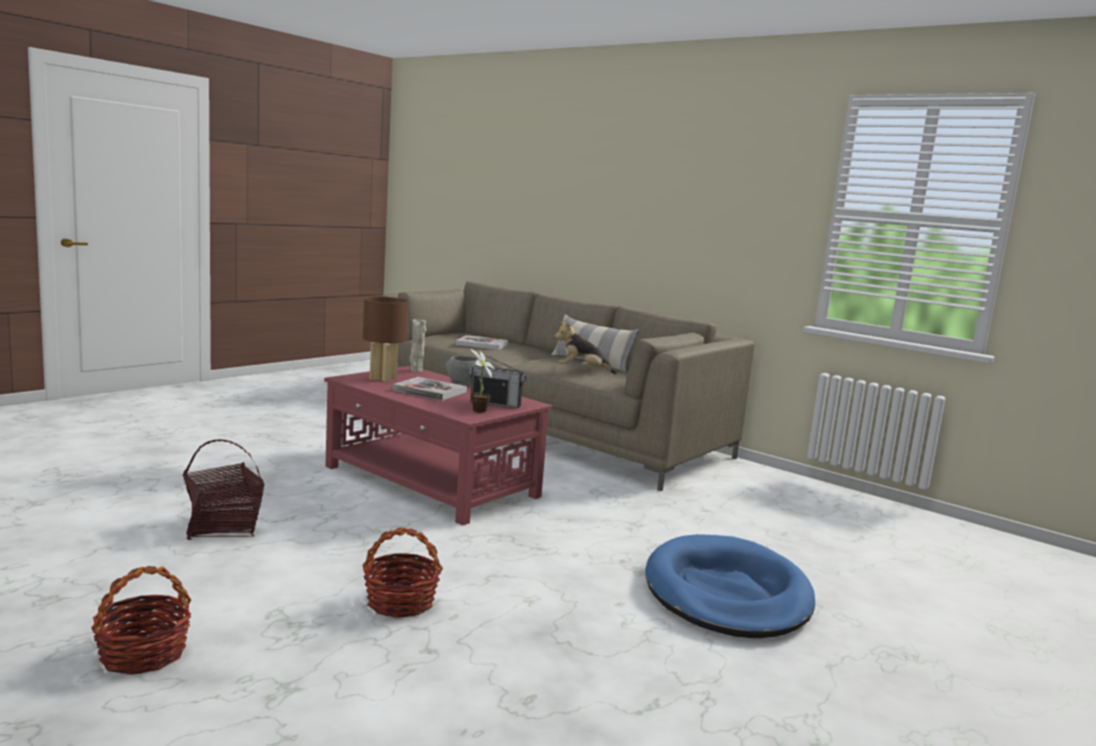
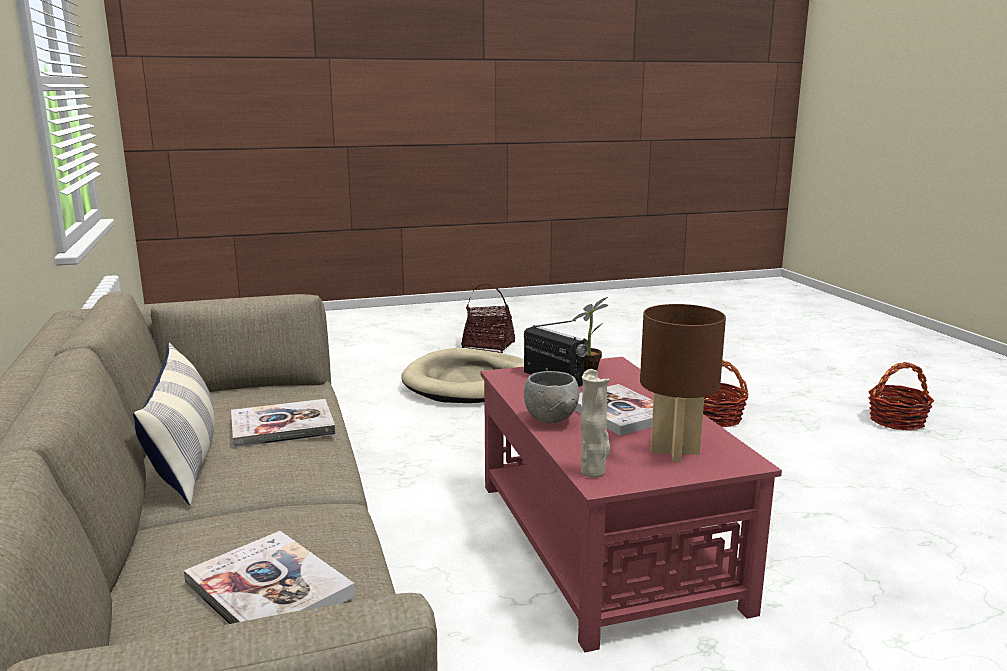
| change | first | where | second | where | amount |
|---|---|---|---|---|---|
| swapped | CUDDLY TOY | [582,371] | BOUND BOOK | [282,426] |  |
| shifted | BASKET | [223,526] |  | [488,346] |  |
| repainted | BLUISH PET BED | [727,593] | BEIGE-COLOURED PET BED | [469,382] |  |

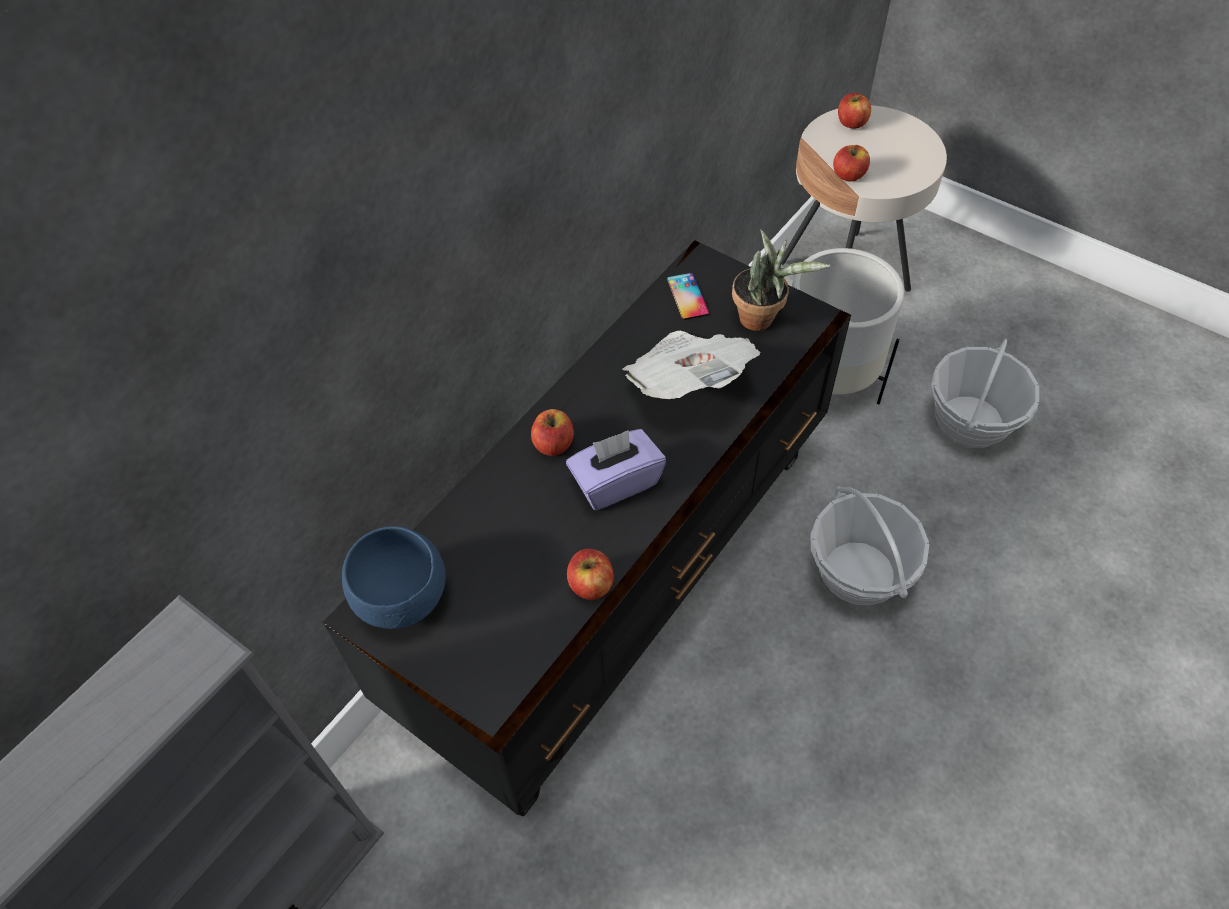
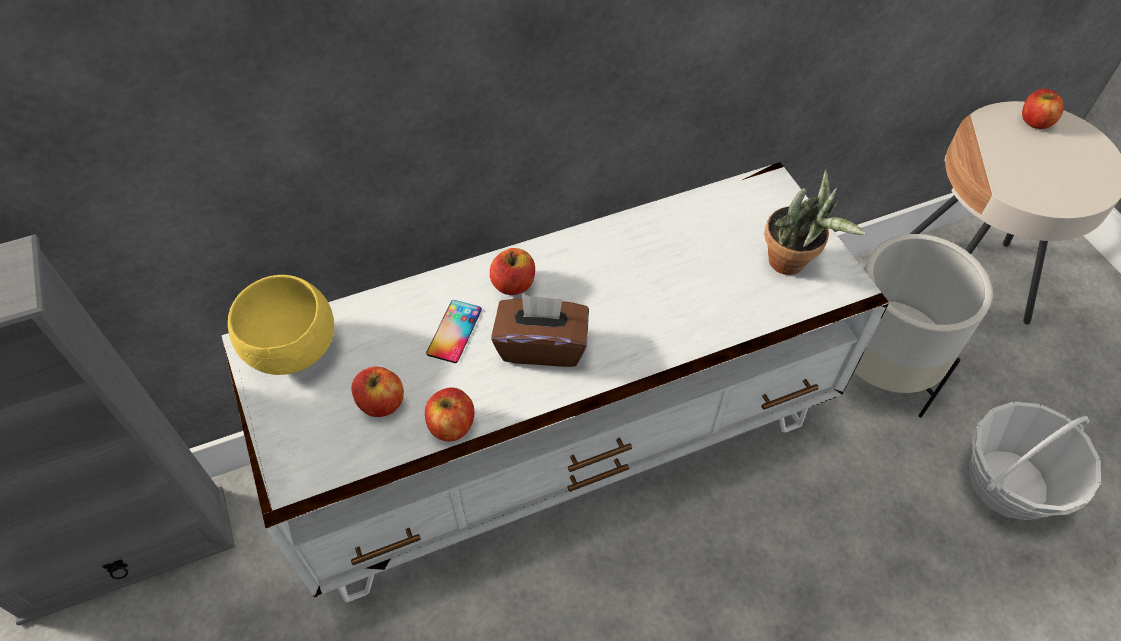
| change | first | where | second | where | amount |
|---|---|---|---|---|---|
| shifted | WHOLE APPLE | [849,175] |  | [381,403] |  |
| repainted | BLACK TV STAND | [619,580] | WHITISH TV STAND | [561,448] |  |
| shifted | PHONE | [687,296] |  | [454,331] |  |
| gone | PRINTED PAPER | [687,383] |  |  |  |
| repainted | PURPLISH TISSUE HOLDER | [615,482] | BROWN TISSUE HOLDER | [542,346] |  |
| gone | BASKET | [858,573] |  |  |  |
| repainted | BLUISH DEEP DISH | [405,598] | YELLOW-COLOURED DEEP DISH | [295,350] |  |

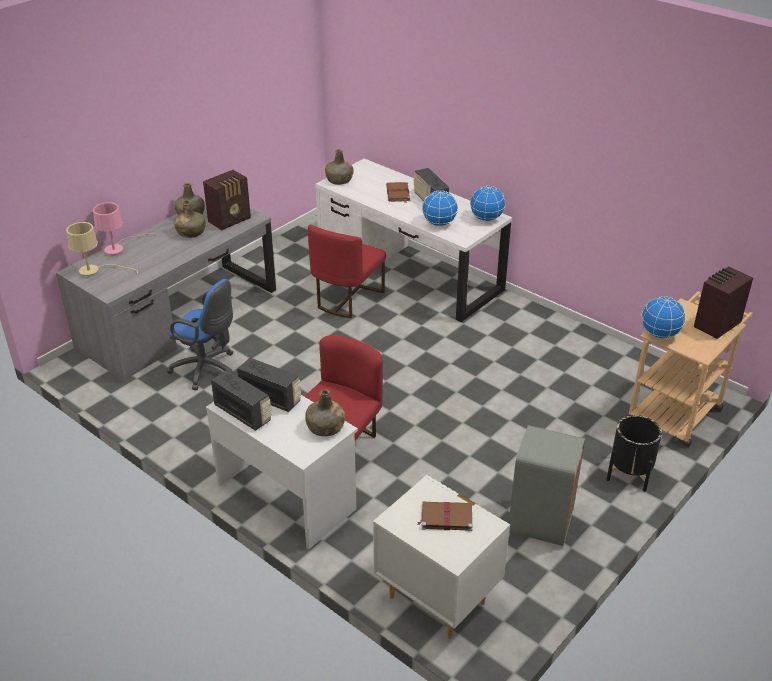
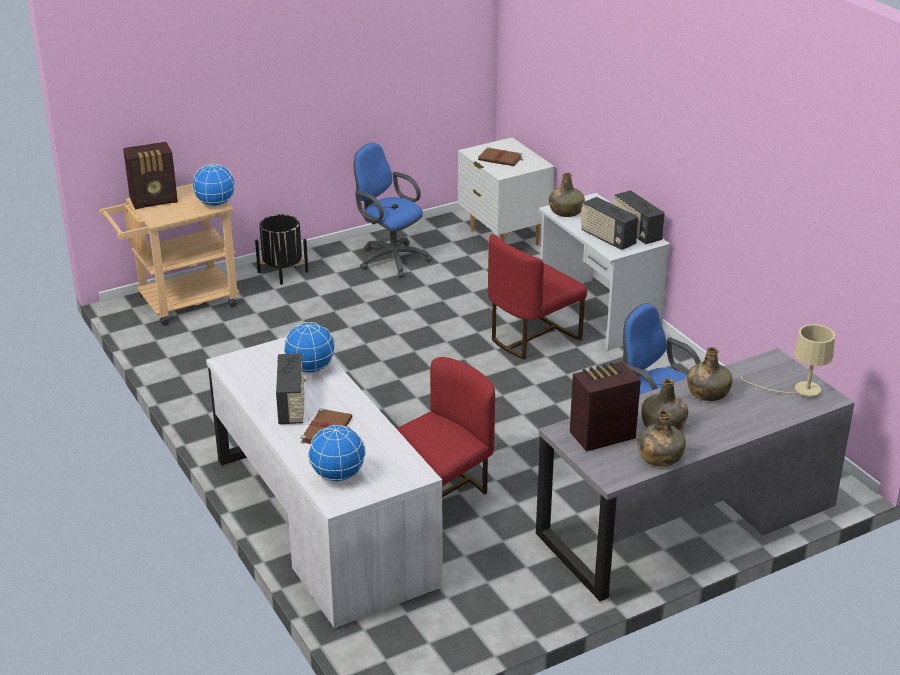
| change | first | where | second | where | amount |
|---|---|---|---|---|---|
| shifted | GREEN-COLOURED BOTTLE | [339,180] |  | [707,393] |  |
| shifted | DESK GLOBE | [486,219] |  | [337,476] |  |
| gone | PINK-COLOURED TABLETOP LAMP | [118,249] |  |  |  |
| swapped | GRAY WASTE BIN | [540,523] | BLUISH COMPUTER CHAIR | [390,258] |  |

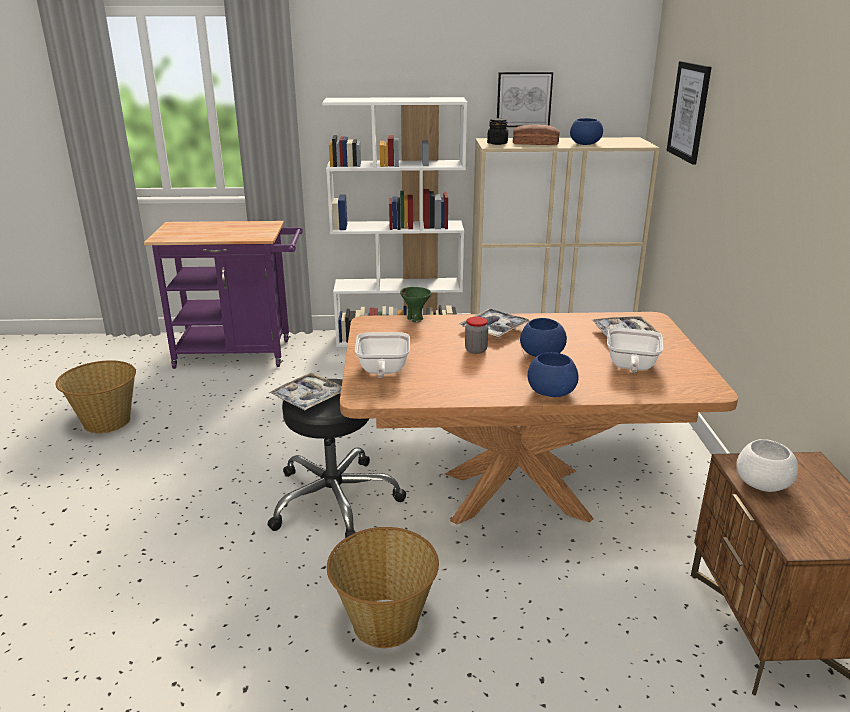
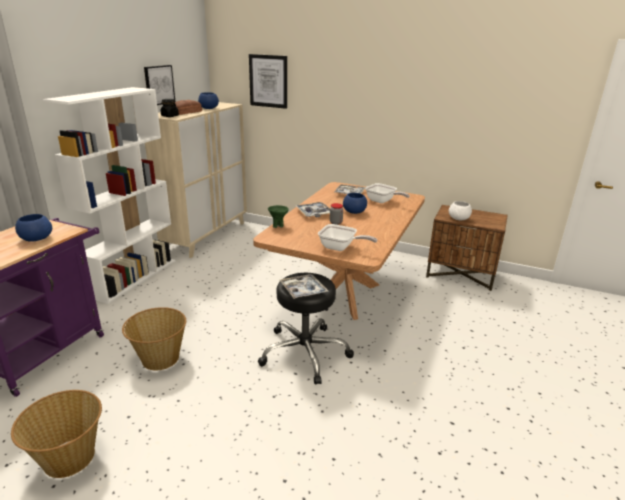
| change | first | where | second | where | amount |
|---|---|---|---|---|---|
| shifted | BLUISH DEEP DISH | [551,392] |  | [36,239] |  |
| shifted | BASKET | [384,621] |  | [159,358] |  |

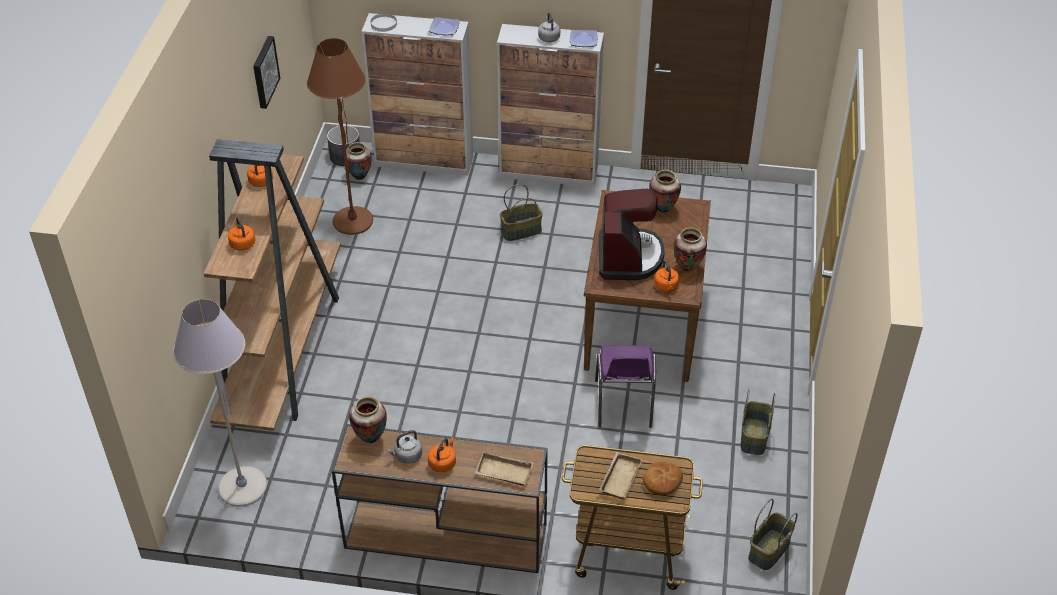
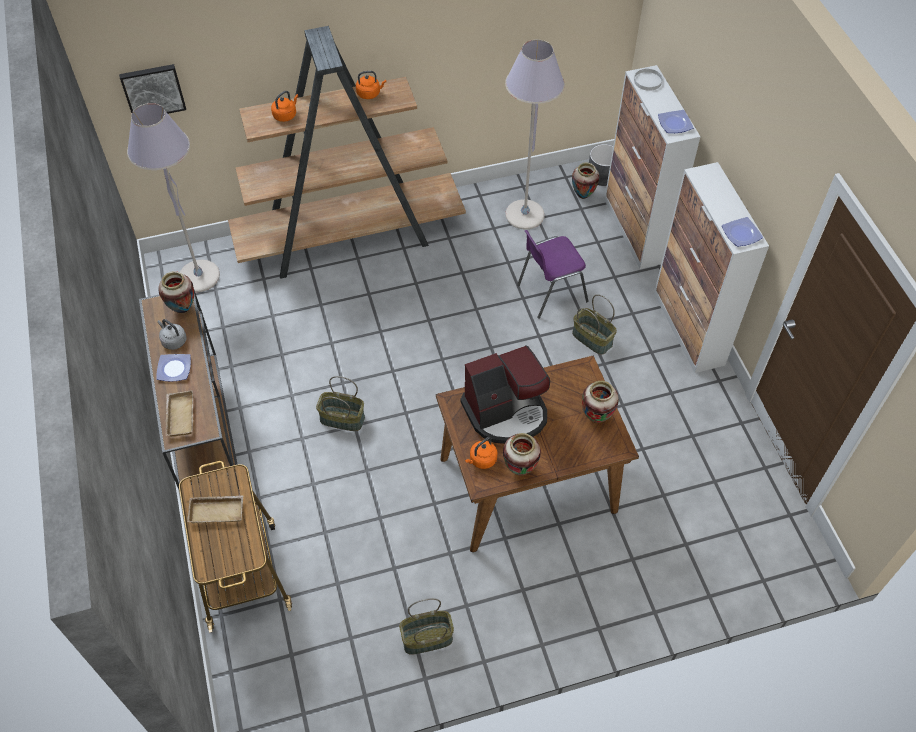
| change | first | where | second | where | amount |
|---|---|---|---|---|---|
| gone | GRAY TEA KETTLE | [548,37] |  |  |  |
| shifted | WALL ART | [264,72] |  | [153,90] |  |
| repainted | BROWN STANDING LAMP | [352,221] | GRAY STANDING LAMP | [524,215] |  |
| shifted | PURPLISH PLAIN CHAIR | [623,405] |  | [550,293] |  |
| swapped | ORANGEY TEA KETTLE | [443,462] | FLAT DISH | [175,368] |  |
| gone | BAKERY BREAD | [661,482] |  |  |  |
| shifted | BASKET | [769,550] |  | [341,419] |  |

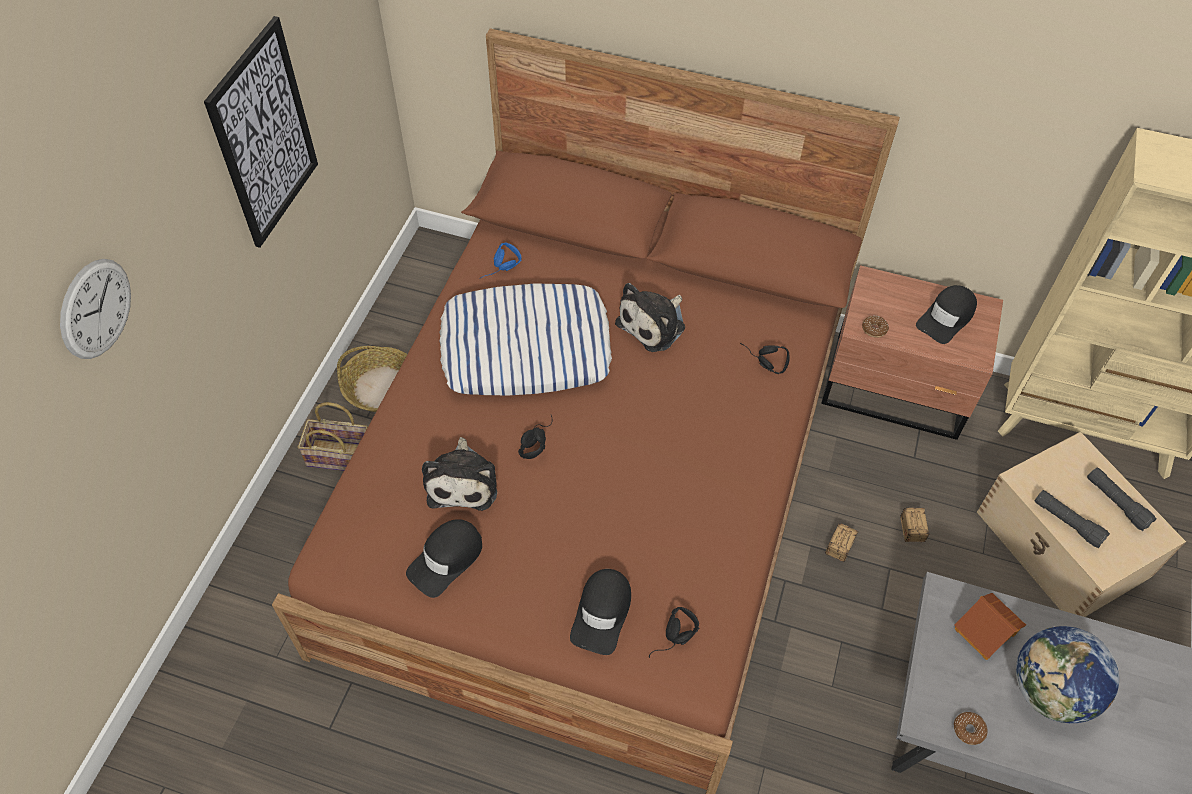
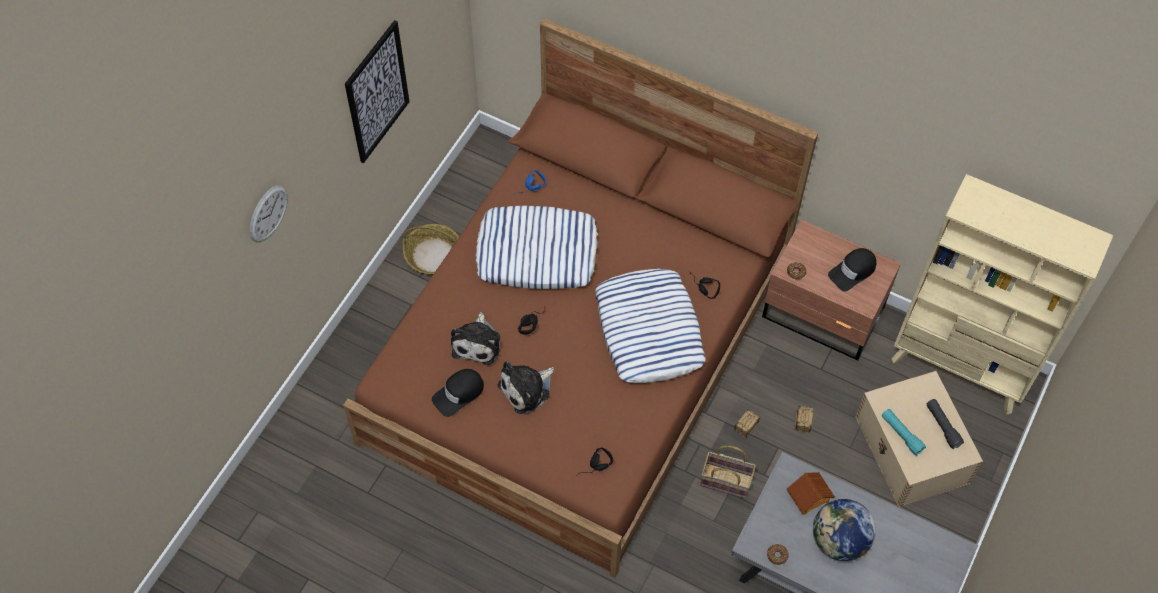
| change | first | where | second | where | amount |
|---|---|---|---|---|---|
| shifted | CUDDLY TOY | [654,324] |  | [527,389] |  |
| shifted | BASKET | [341,455] |  | [727,480] |  |
| repainted | BLACK HAND TORCH | [1067,522] | TURQUOISE HAND TORCH | [901,434] |  |
| gone | BLACK BASEBALL CAP | [602,613] |  |  |  |
| new |  |  | THROW PILLOW | [649,331] |  |

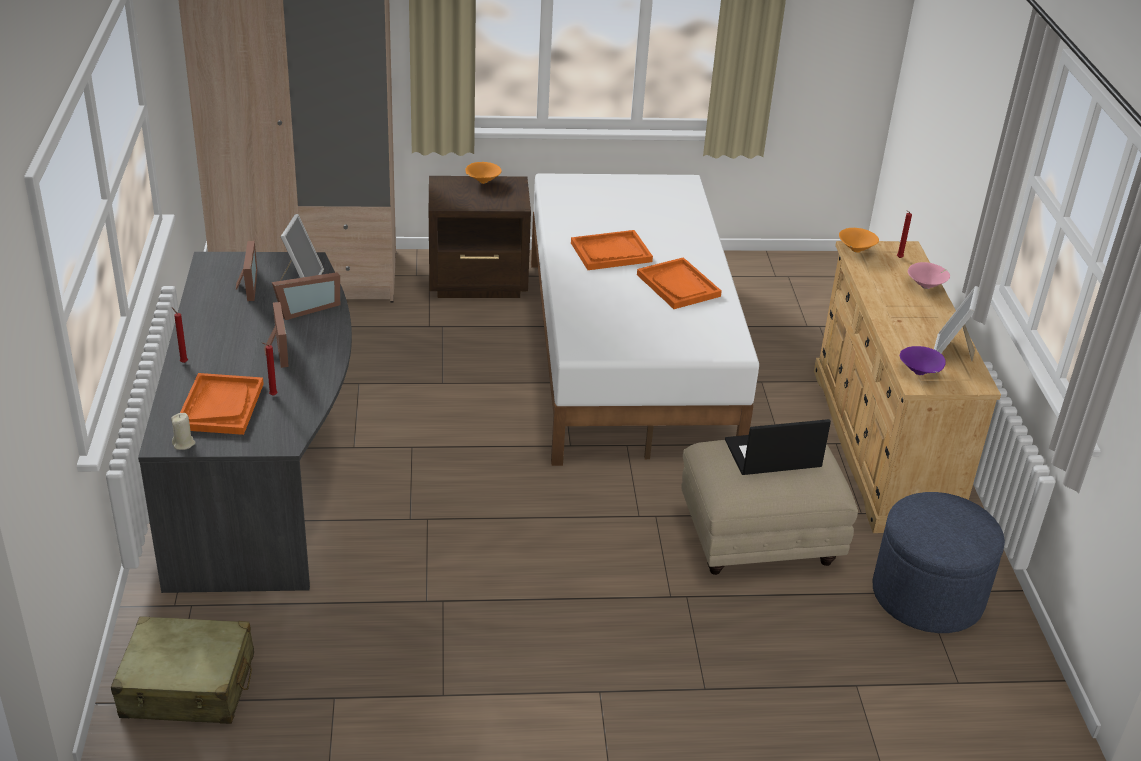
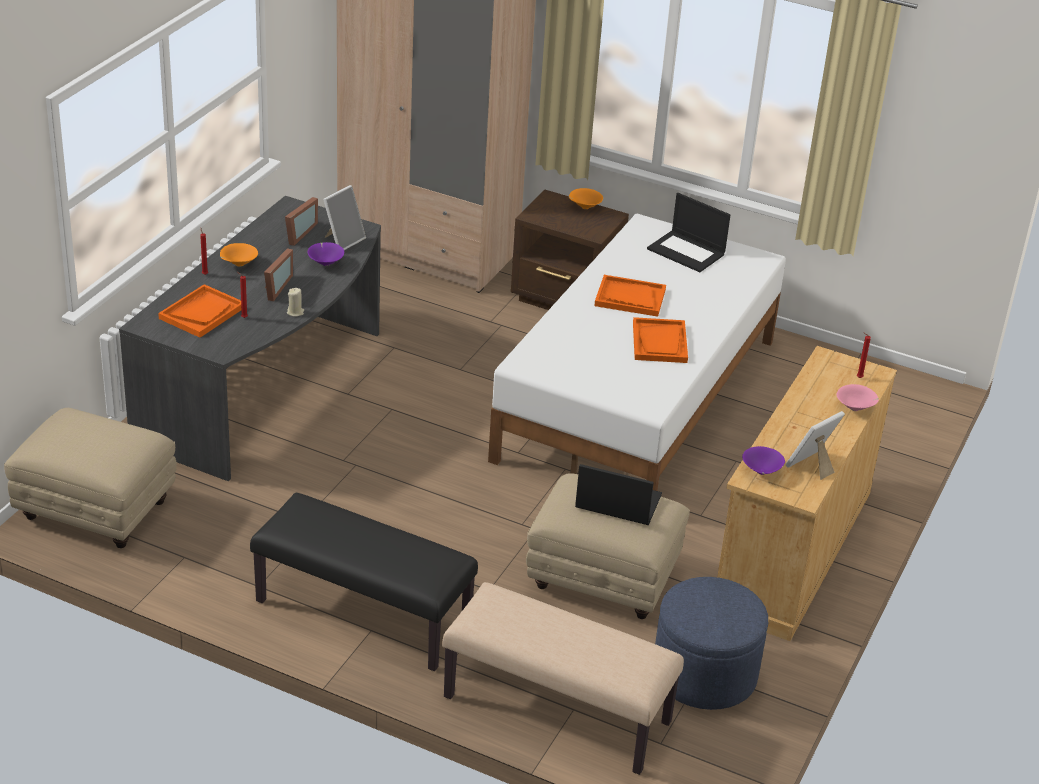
| change | first | where | second | where | amount |
|---|---|---|---|---|---|
| shifted | ORANGEY DEEP DISH | [855,250] |  | [238,264] |  |
| swapped | STANDING FRAME | [306,308] | PURPLISH DEEP DISH | [325,263] |  |
| shifted | BEIGE-COLOURED WAX LIGHT | [183,443] |  | [295,312] |  |
| swapped | BEIGE-COLOURED PIECE OF LUGGAGE | [188,686] | BEIGE-COLOURED OTTOMAN | [97,511] |  |
| new |  |  | PORTABLE COMPUTER | [687,252] |  |
| new |  |  | BLACK INDOOR BENCH | [361,614] |  |
| new |  |  | BEIGE-COLOURED INDOOR BENCH | [555,710] |  |

